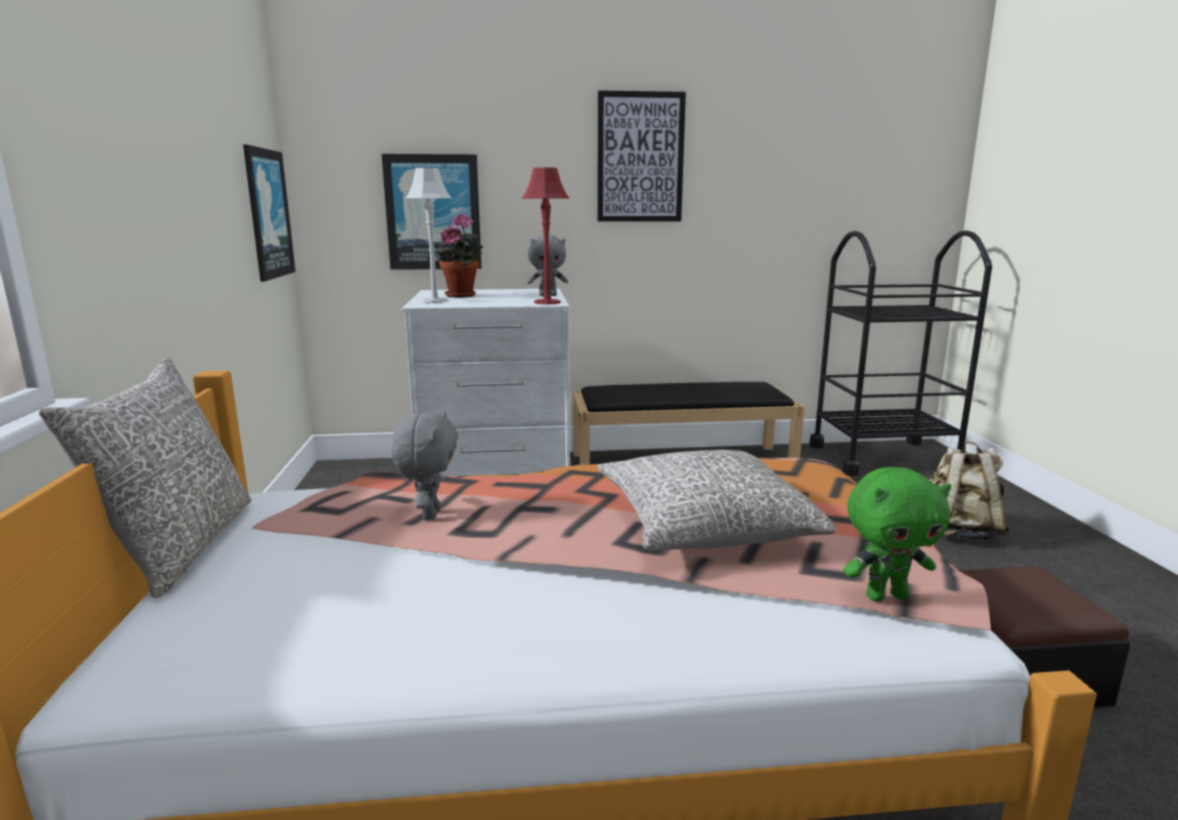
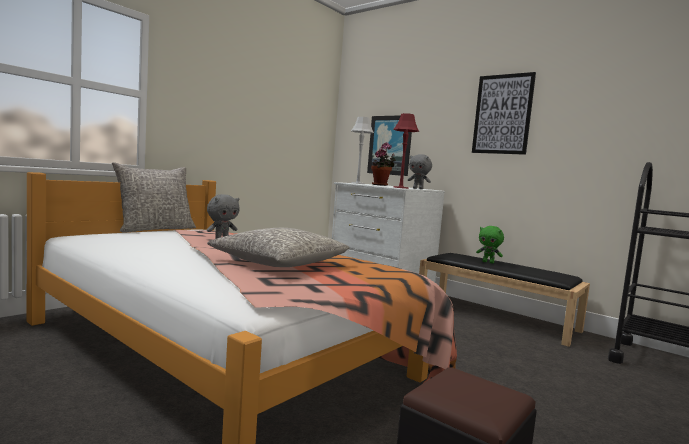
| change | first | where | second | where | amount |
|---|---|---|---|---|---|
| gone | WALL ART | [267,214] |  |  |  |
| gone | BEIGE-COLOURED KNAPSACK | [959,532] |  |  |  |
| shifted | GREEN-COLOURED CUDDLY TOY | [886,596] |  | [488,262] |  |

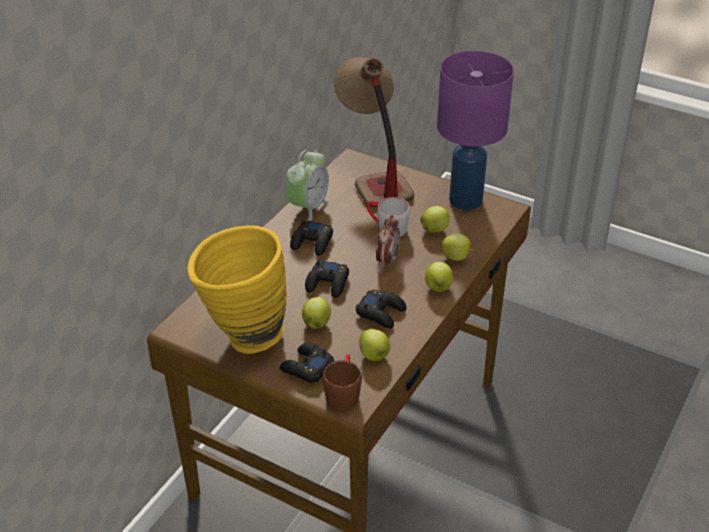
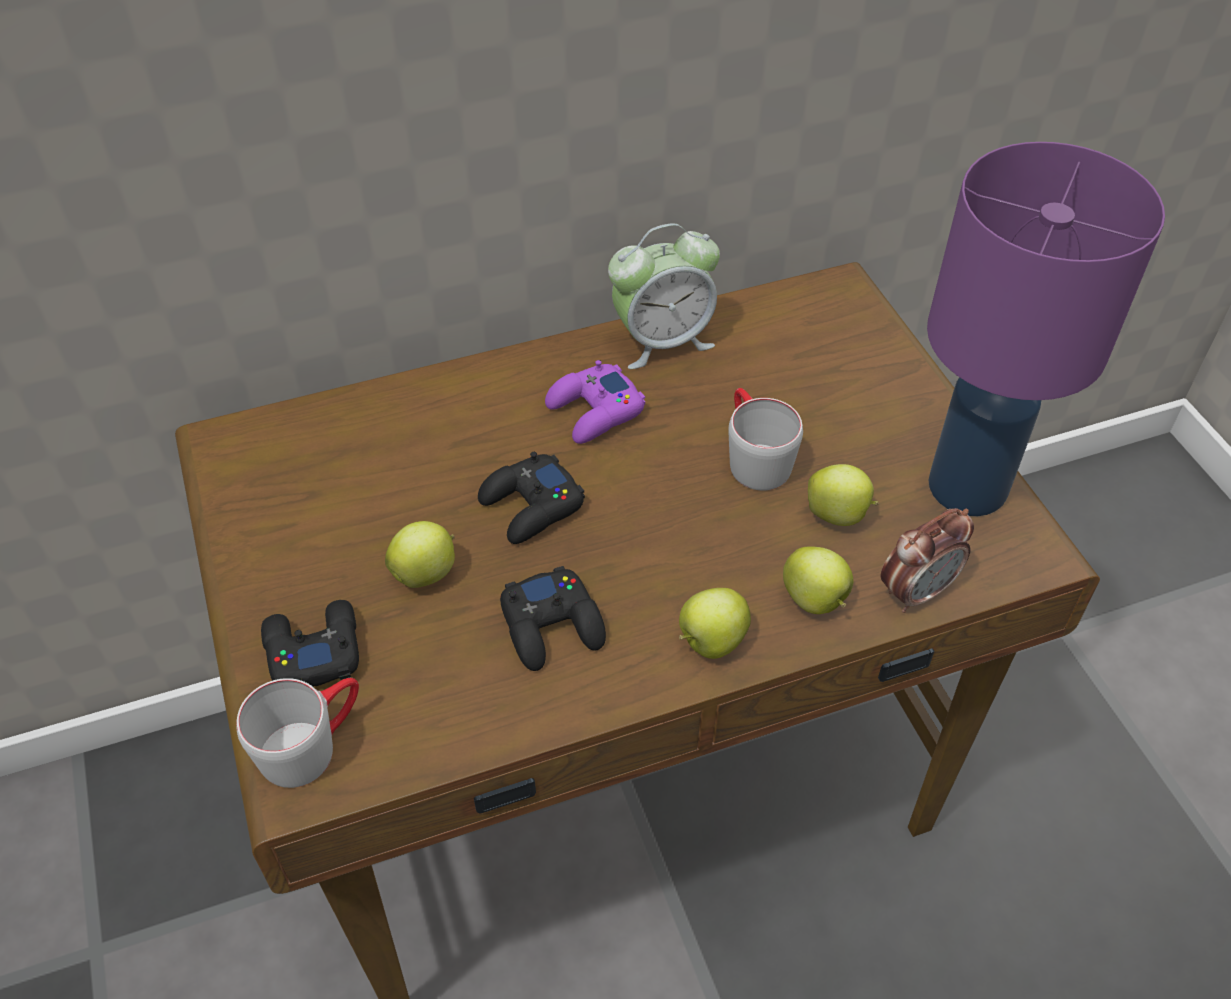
| change | first | where | second | where | amount |
|---|---|---|---|---|---|
| gone | TABLETOP LAMP | [373,175] |  |  |  |
| shifted | ALARM CLOCK | [387,260] |  | [916,592] |  |
| repainted | BLACK JOYPAD | [312,242] | PURPLISH JOYPAD | [594,411] |  |
| gone | YELLOW-COLOURED VASE | [242,337] |  |  |  |
| gone | WHOLE APPLE | [374,356] |  |  |  |
| repainted | BROWN COFFEE MUG | [343,391] | GRAY COFFEE MUG | [312,743] |  |

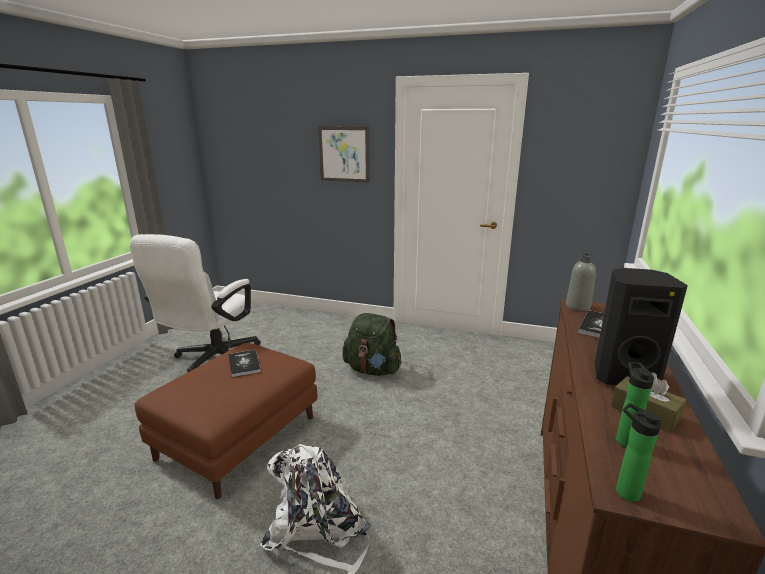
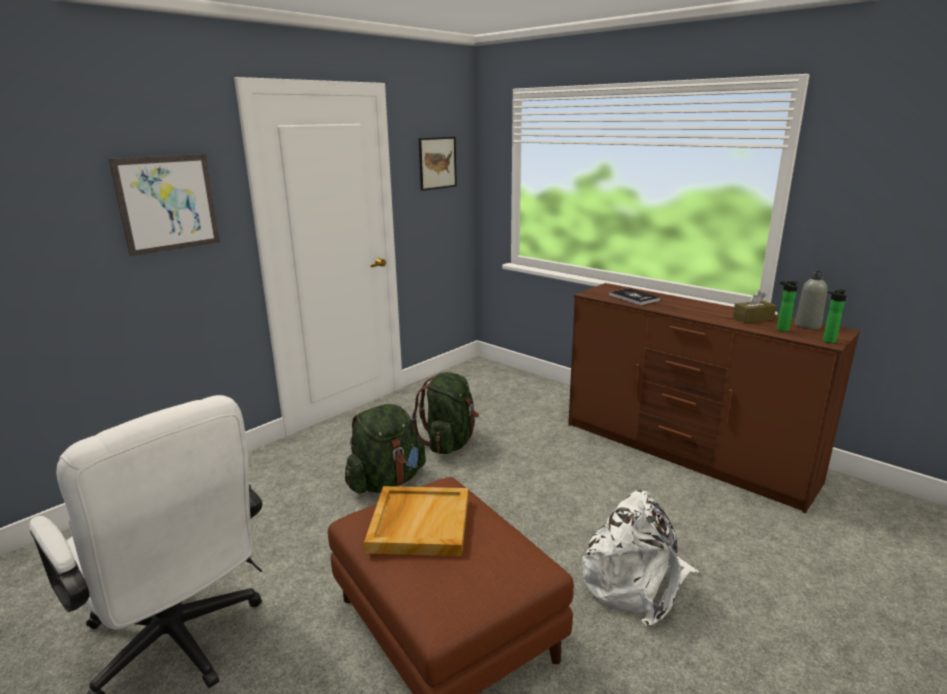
| change | first | where | second | where | amount |
|---|---|---|---|---|---|
| shifted | GRAY BOTTLE | [578,306] |  | [807,326] |  |
| gone | BLACK SPEAKER | [623,376] |  |  |  |
| swapped | BOUND BOOK | [244,364] | BEIGE-COLOURED SERVING TRAY | [419,523] |  |
| new |  |  | WALL ART | [437,163] |  |
| new |  |  | GREEN-COLOURED KNAPSACK | [449,442] |  |

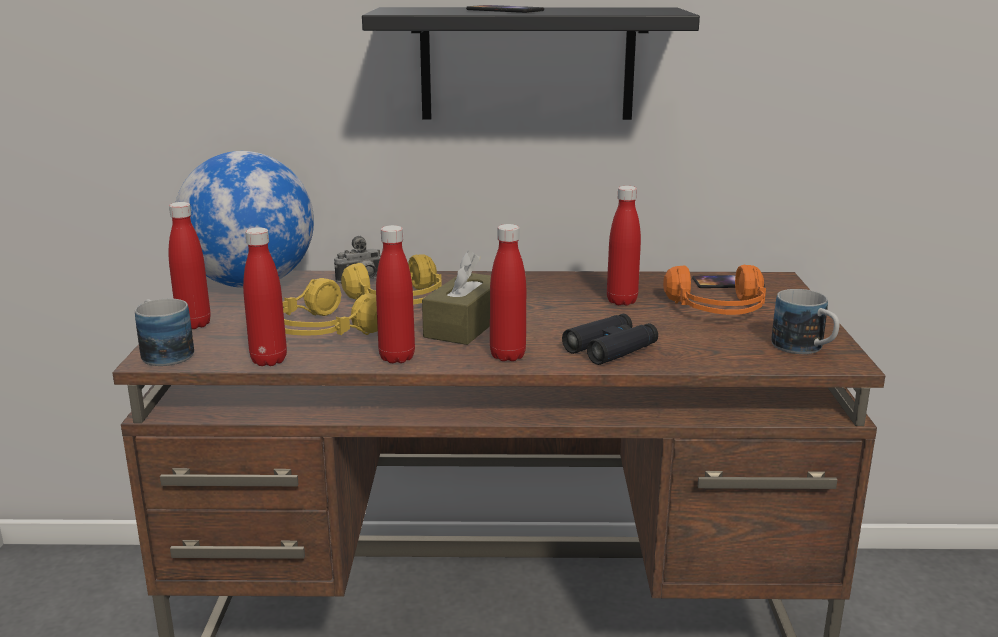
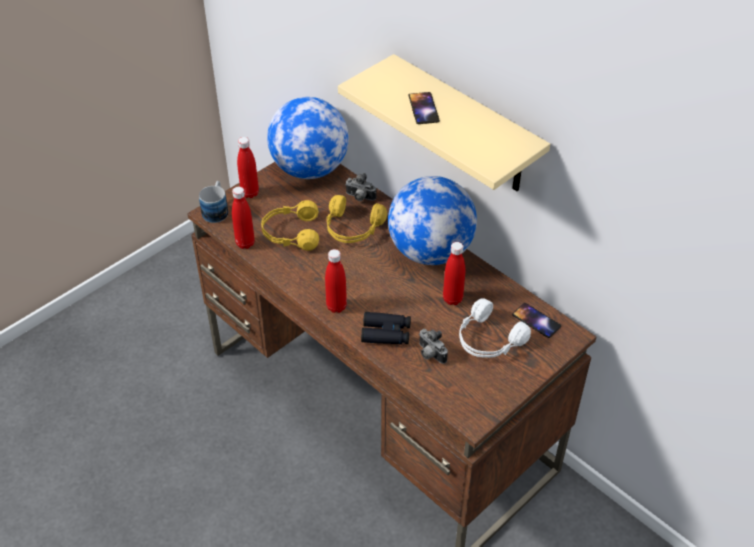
| change | first | where | second | where | amount |
|---|---|---|---|---|---|
| repainted | BLACK SHELF | [527,64] | BEIGE-COLOURED SHELF | [465,127] |  |
| gone | RED-COLOURED BOTTLE | [397,357] |  |  |  |
| gone | BROWN TISSUE HOLDER | [465,325] |  |  |  |
| repainted | ORANGEY PAIR OF HEADPHONES | [719,310] | WHITISH PAIR OF HEADPHONES | [487,340] |  |
| gone | COFFEE MUG | [805,349] |  |  |  |
| new |  |  | DESK GLOBE | [430,252] |  |
| new |  |  | PHOTO CAMERA | [430,354] |  |

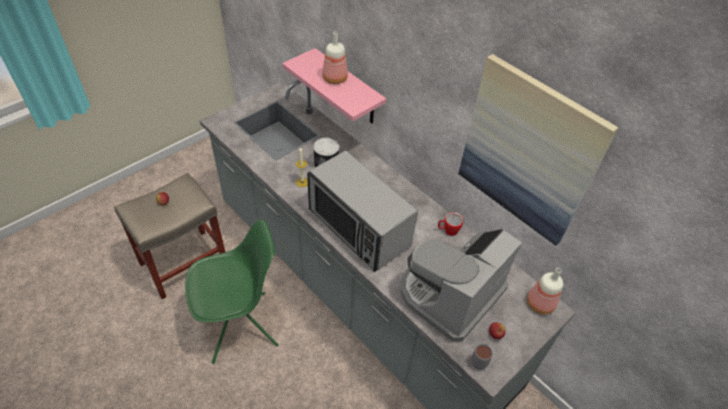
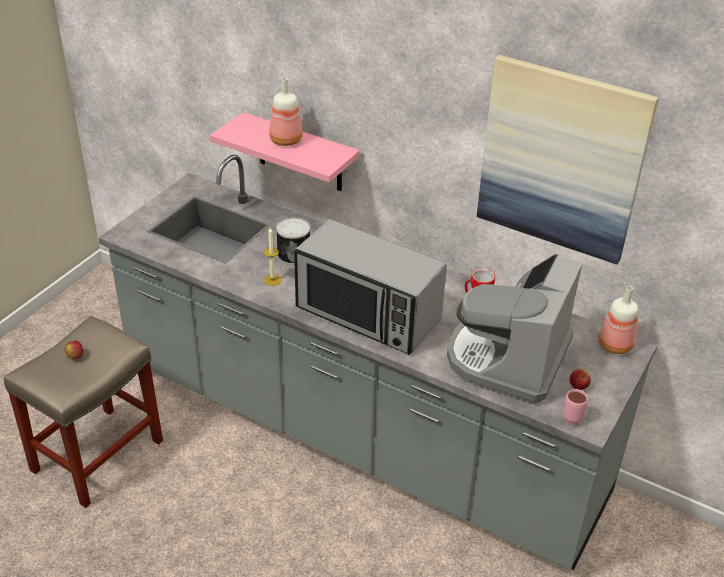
| change | first | where | second | where | amount |
|---|---|---|---|---|---|
| gone | GREEN-COLOURED PLAIN CHAIR | [241,326] |  |  |  |
| repainted | GRAY COFFEE MUG | [480,360] | PINK-COLOURED COFFEE MUG | [572,416] |  |

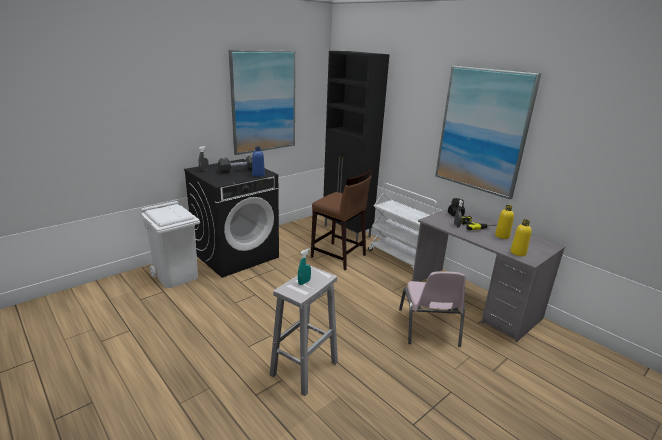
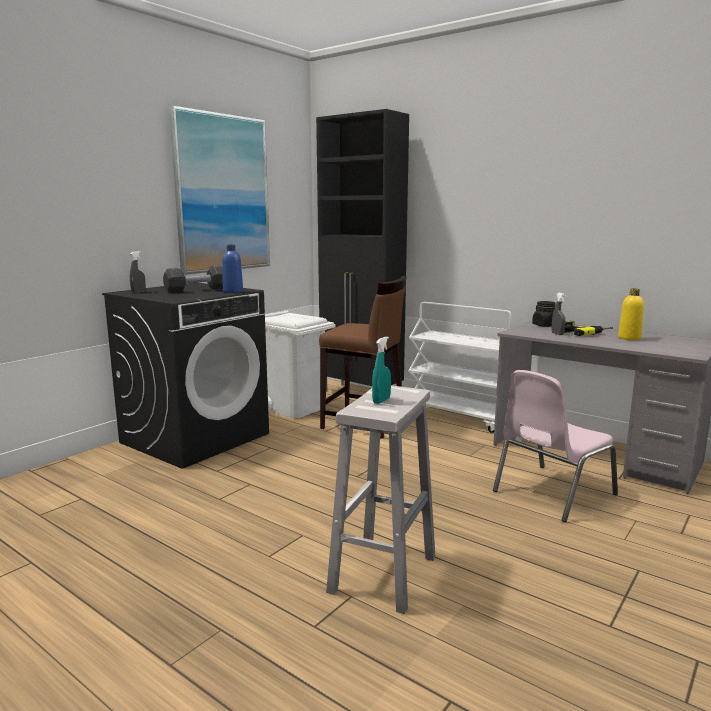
| change | first | where | second | where | amount |
|---|---|---|---|---|---|
| gone | WALL ART | [482,131] |  |  |  |
| shifted | WHITISH WASTE BIN | [177,276] |  | [295,408] |  |
| gone | YELLOW-COLOURED BOTTLE | [518,252] |  |  |  |
| rotated | PINK-COLOURED PLAIN CHAIR | [429,328] |  | [551,493] | 60 degrees clockwise |

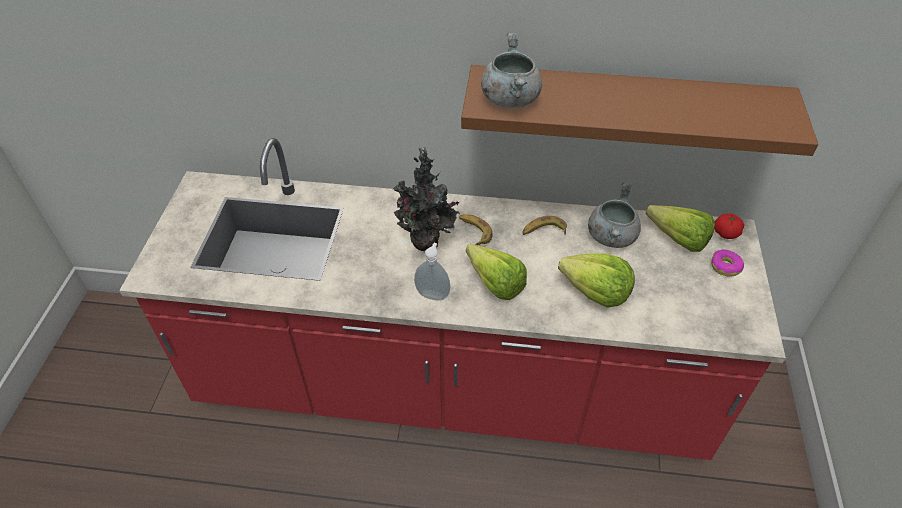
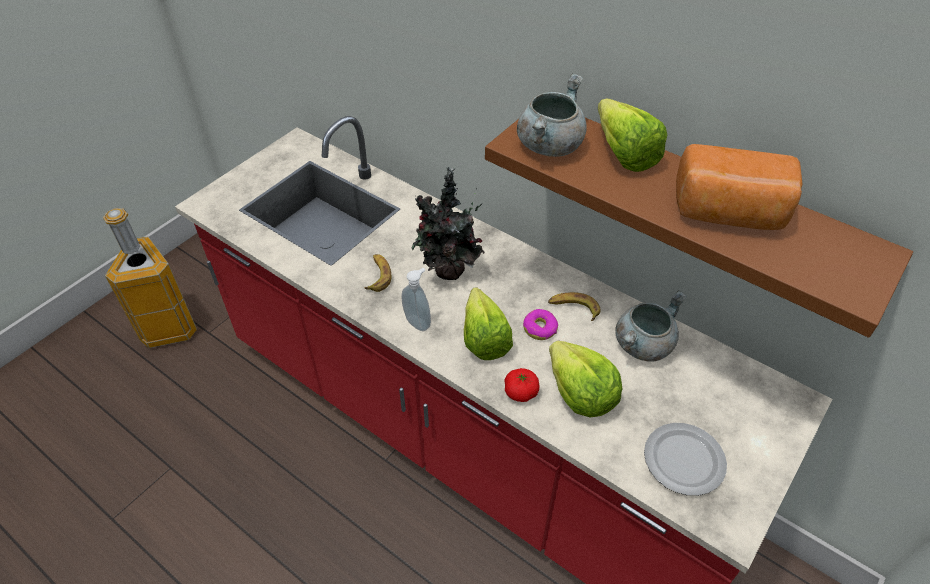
| change | first | where | second | where | amount |
|---|---|---|---|---|---|
| shifted | LETTUCE HEAD | [673,236] |  | [621,150] |  |
| shifted | TOMATO | [725,233] |  | [520,392] |  |
| shifted | BANANA | [474,231] |  | [378,275] |  |
| shifted | RING DOUGHNUT | [725,266] |  | [540,328] |  |
| new |  |  | BAKERY BREAD | [729,214] |  |
| new |  |  | WASTE BIN | [170,327] |  |
| new |  |  | FLAT DISH | [682,460] |  |

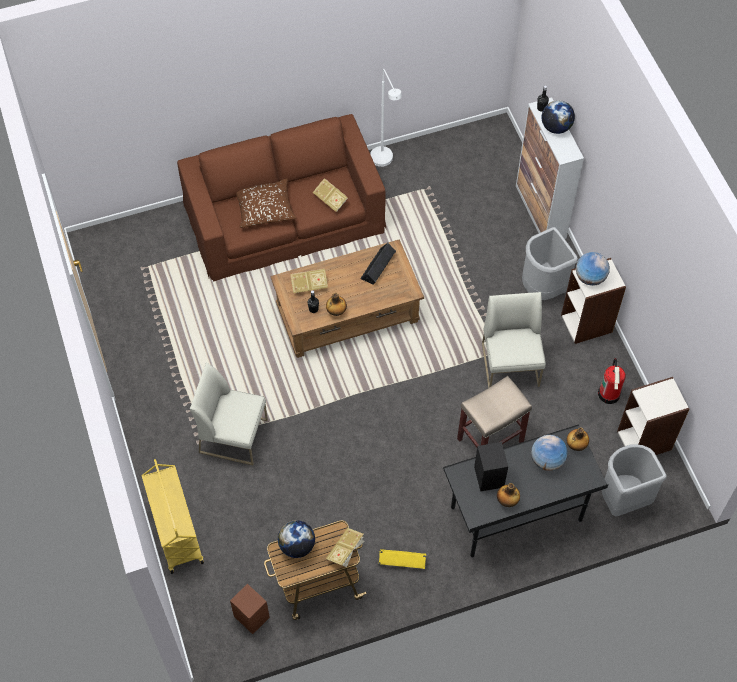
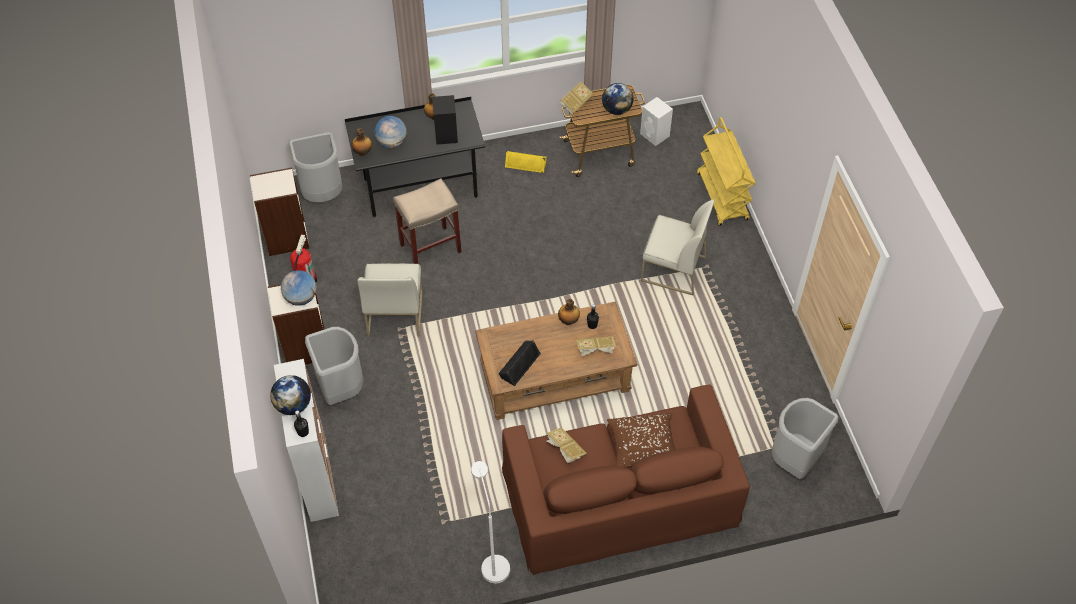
| change | first | where | second | where | amount |
|---|---|---|---|---|---|
| repainted | BROWN SPEAKER | [251,616] | WHITISH SPEAKER | [655,135] |  |
| new |  |  | GRAY WASTE BIN | [794,460] |  |

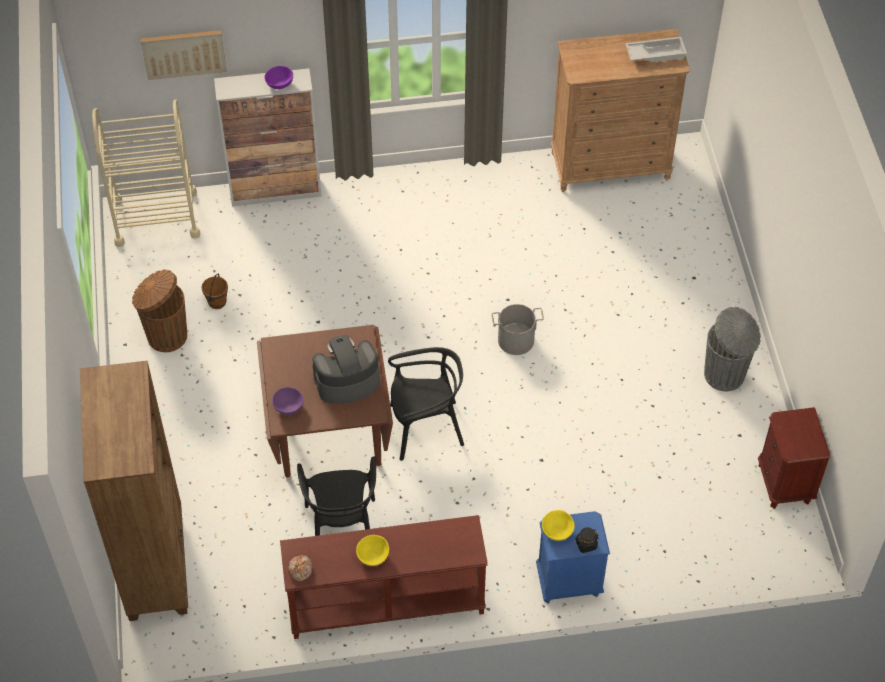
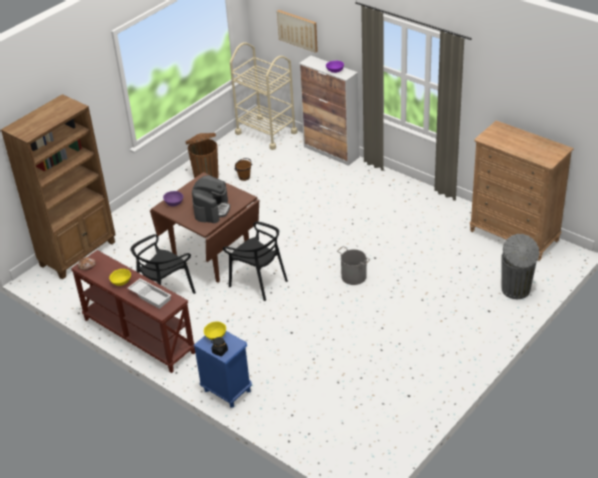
| change | first | where | second | where | amount |
|---|---|---|---|---|---|
| shifted | WHITISH SERVING TRAY | [655,53] |  | [150,295] |  |
| shifted | GRAY WASTE BIN | [725,375] |  | [516,290] |  |
| rotated | COFFEE MACHINE | [346,381] |  | [211,210] | 75 degrees clockwise |
| gone | BROWN BEDSIDE TABLE | [784,483] |  |  |  |

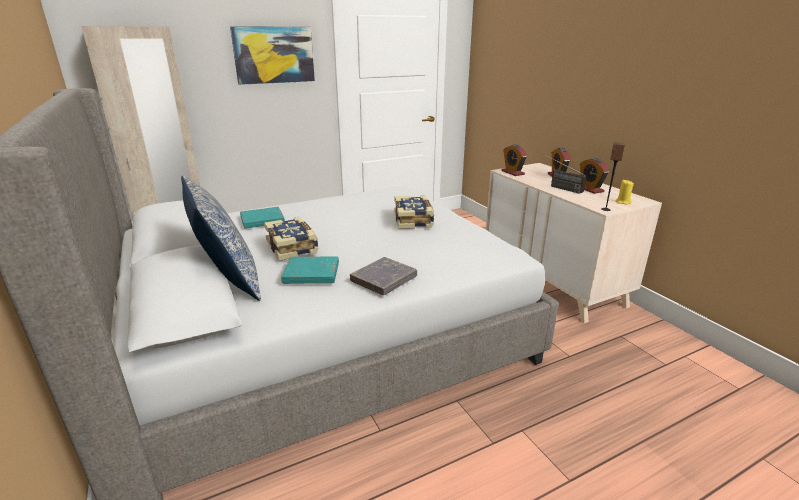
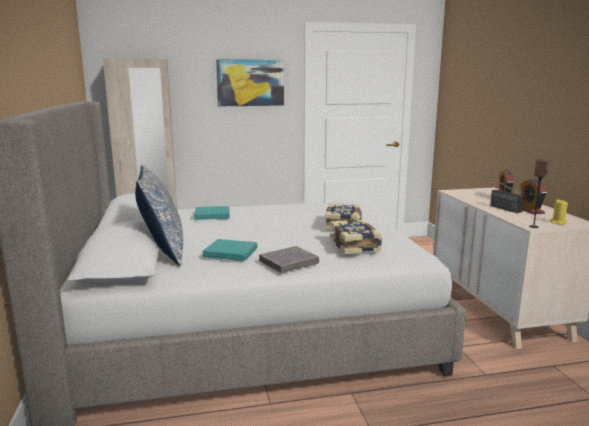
| change | first | where | second | where | amount |
|---|---|---|---|---|---|
| gone | ALARM CLOCK | [512,172] |  |  |  |
| shifted | BOUND BOOK | [293,247] |  | [355,246] |  |

